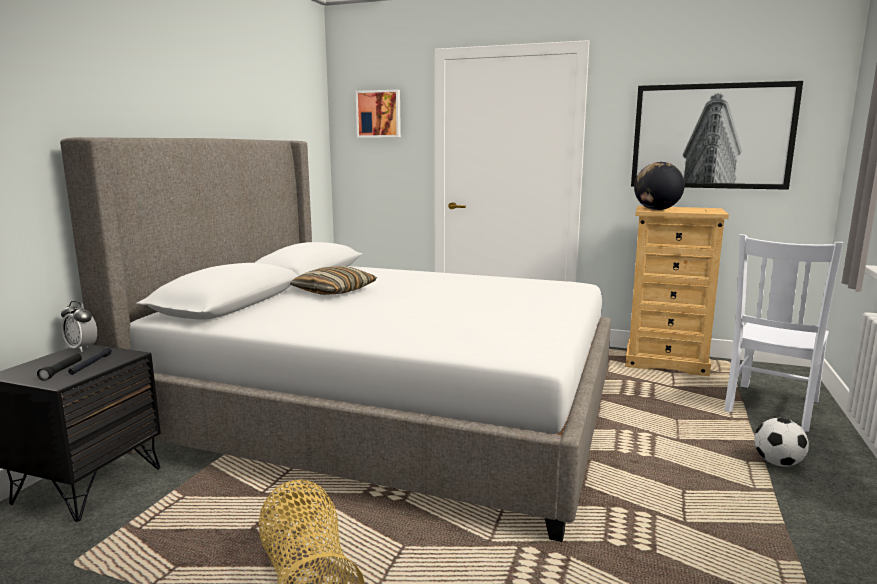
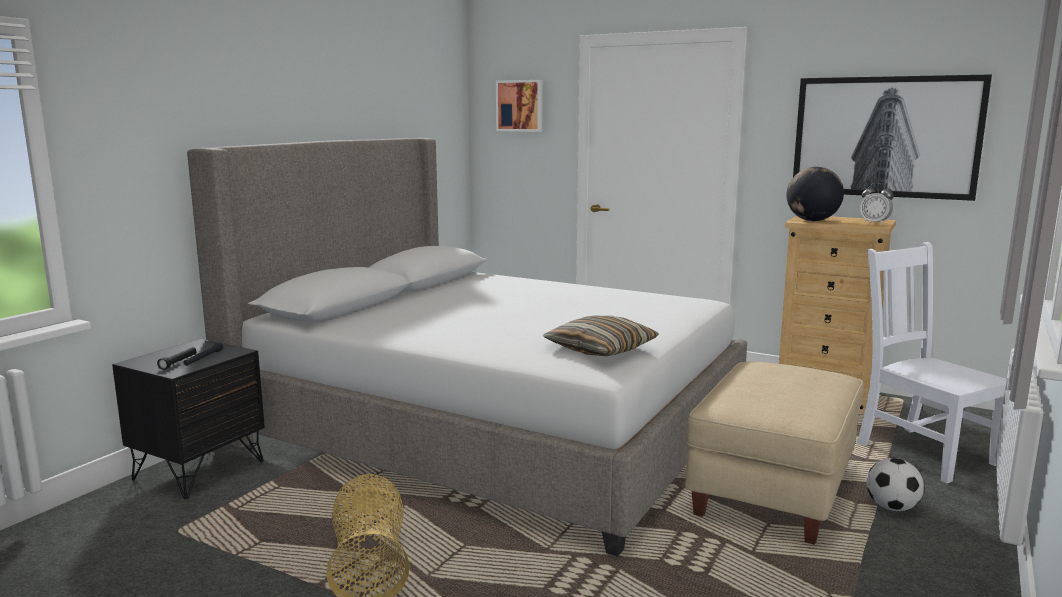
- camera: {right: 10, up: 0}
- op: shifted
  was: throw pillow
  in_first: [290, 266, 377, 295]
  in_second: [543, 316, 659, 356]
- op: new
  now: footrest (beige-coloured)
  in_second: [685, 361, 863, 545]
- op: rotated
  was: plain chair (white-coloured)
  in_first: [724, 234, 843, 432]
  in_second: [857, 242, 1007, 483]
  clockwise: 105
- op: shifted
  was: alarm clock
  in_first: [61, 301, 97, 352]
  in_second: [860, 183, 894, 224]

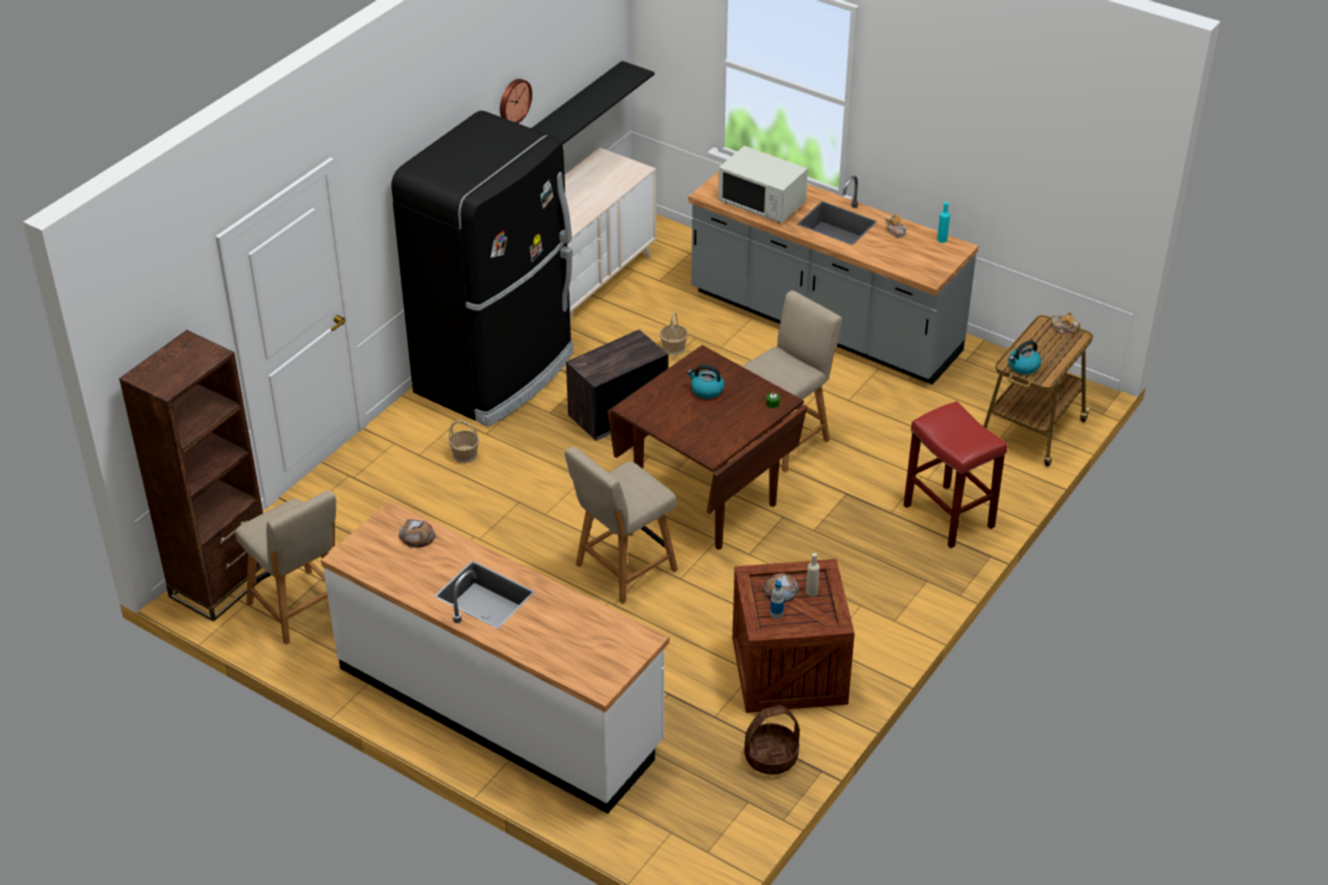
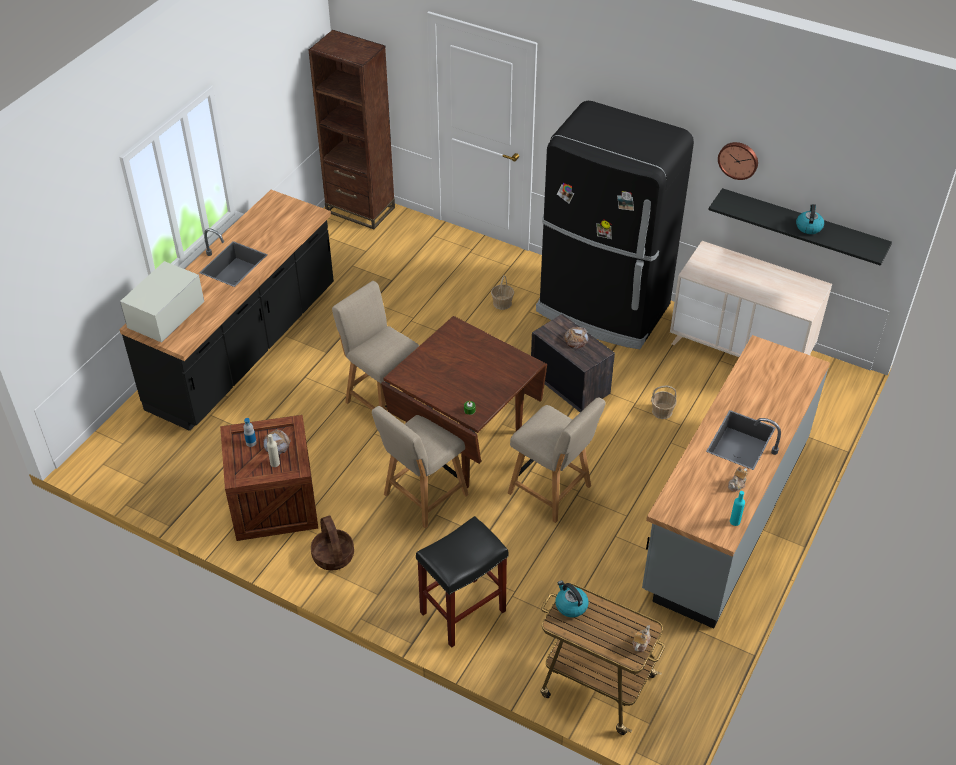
- camera: {right: 85, up: 5}
- op: repainted
  was: kitchen counter (white-coloured)
  now: kitchen counter (black)
  in_first: [321, 500, 669, 814]
  in_second: [120, 190, 334, 431]
- op: shifted
  was: microwave (white-coloured)
  in_first: [718, 146, 808, 224]
  in_second: [120, 261, 204, 343]
- op: shifted
  was: storage basket
  in_first: [744, 705, 800, 775]
  in_second: [311, 515, 354, 570]
- op: shifted
  was: plain chair (beige-coloured)
  in_first: [235, 490, 336, 645]
  in_second: [372, 406, 469, 528]
- op: repainted
  was: stool seat (red)
  now: stool seat (black)
  in_first: [904, 401, 1007, 548]
  in_second: [416, 516, 508, 648]
- op: shifted
  was: baked bread
  in_first: [398, 519, 436, 548]
  in_second: [563, 327, 589, 349]
- op: shifted
  was: kettle
  in_first: [687, 364, 725, 399]
  in_second: [796, 204, 824, 234]

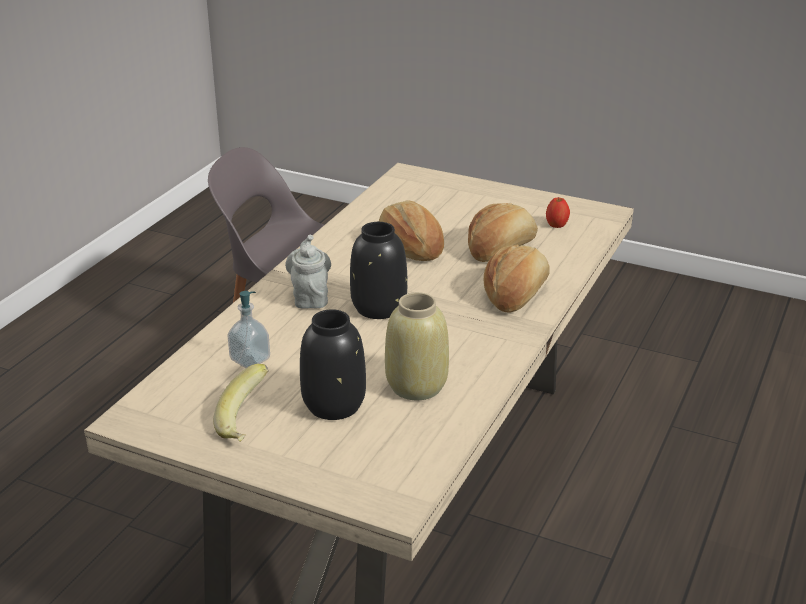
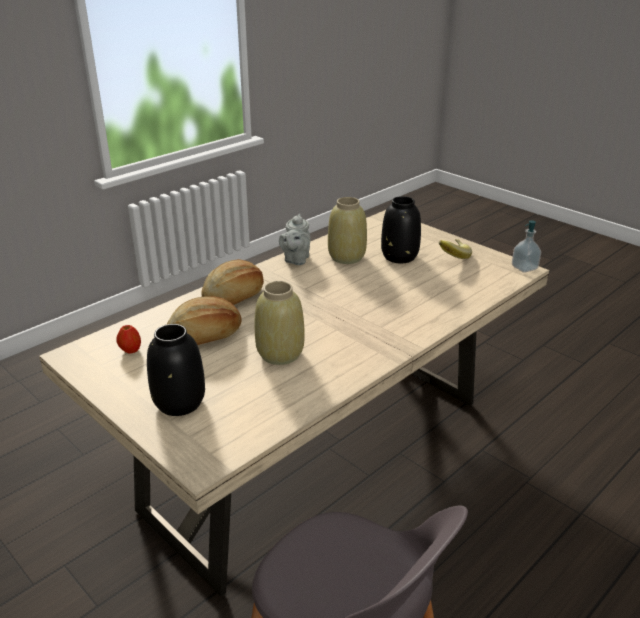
- camera: {right: -160, up: 0}
- op: shifted
  was: decorative vase (black)
  in_first: [350, 222, 408, 319]
  in_second: [147, 324, 205, 416]
- op: swapped
  was: baked bread
  now: decorative vase (beige-coloured)
  in_first: [379, 200, 444, 261]
  in_second: [255, 281, 305, 365]
- op: shifted
  was: pot for tea (greyish)
  in_first: [285, 235, 331, 309]
  in_second: [279, 214, 310, 265]
- op: shifted
  was: soap dispenser
  in_first: [227, 291, 270, 368]
  in_second: [512, 220, 541, 273]

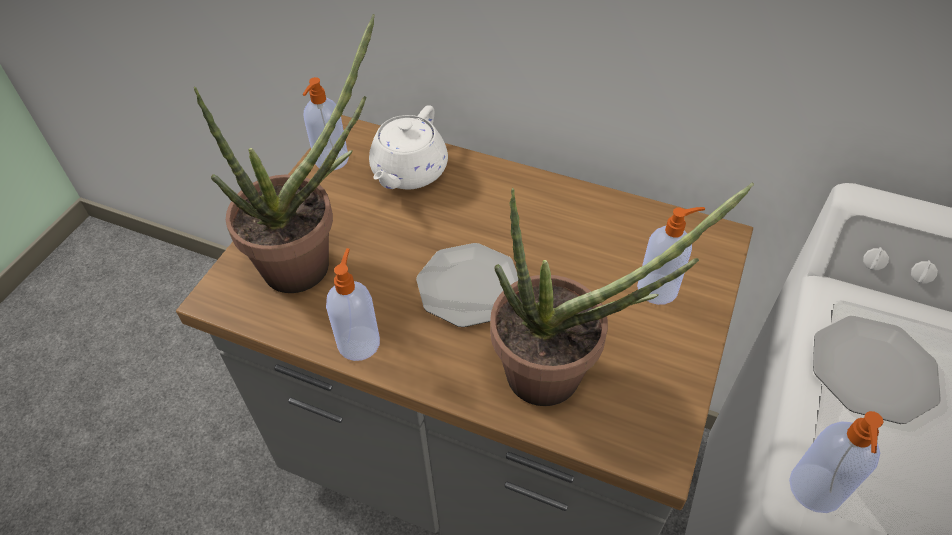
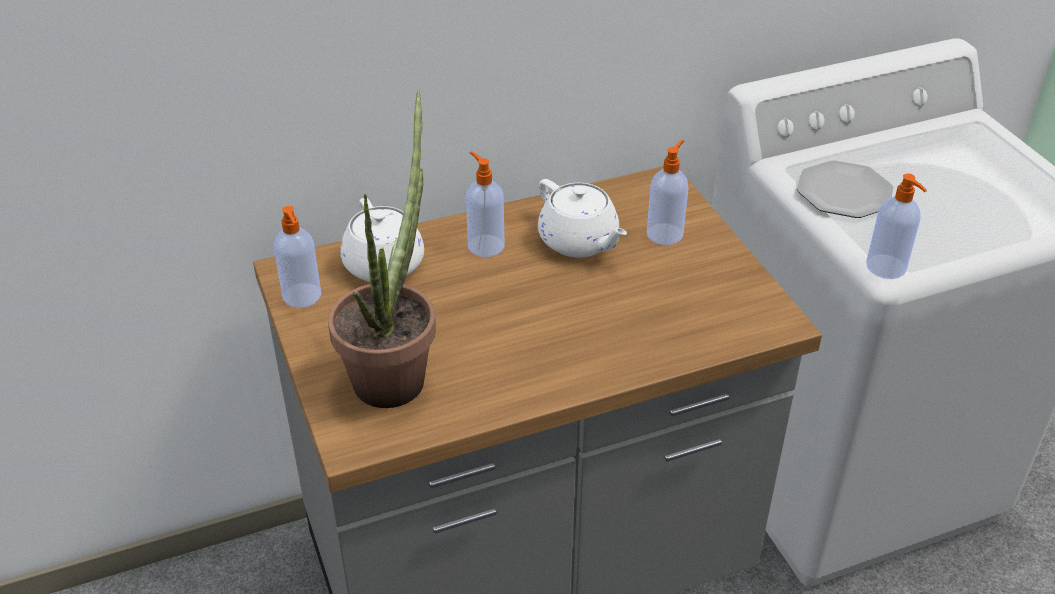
- camera: {right: -45, up: -10}
- op: shifted
  was: soap dispenser
  in_first: [326, 248, 380, 361]
  in_second: [466, 151, 505, 257]
- op: new
  now: pot for tea (white-coloured)
  in_second: [538, 179, 627, 258]
- op: gone
  was: dinner plate
  in_first: [416, 243, 518, 327]
- op: gone
  was: potted plant
  in_first: [490, 183, 754, 406]

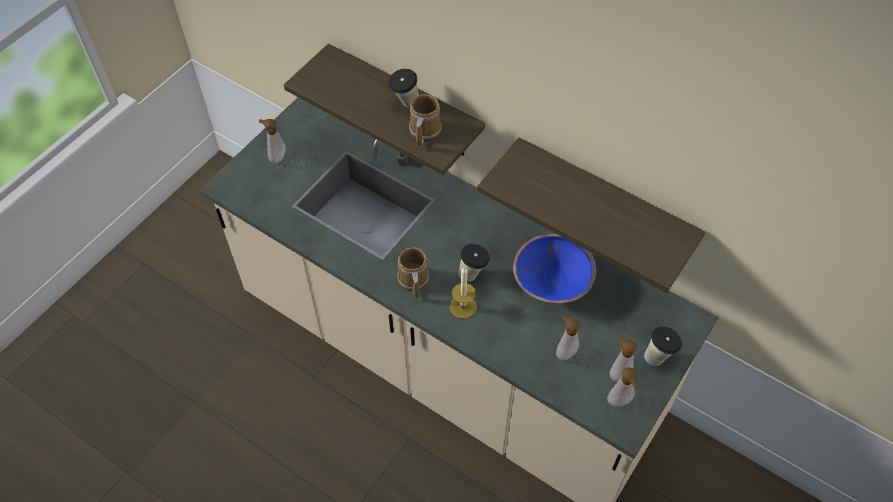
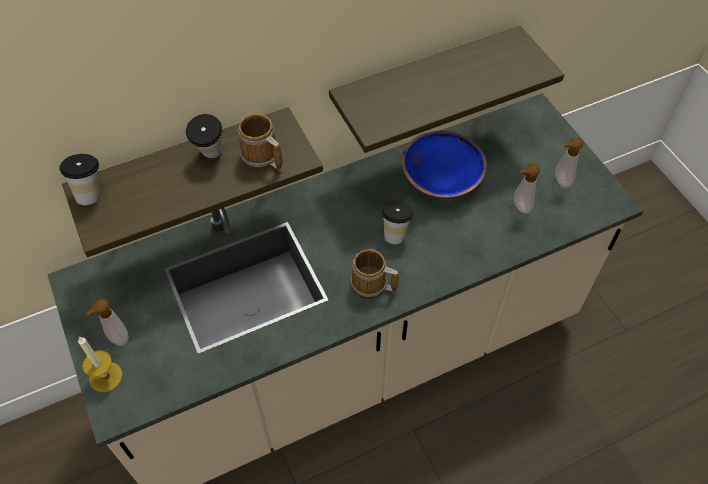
- camera: {right: -60, up: 0}
- op: shifted
  was: drinking cup
  in_first: [644, 327, 682, 366]
  in_second: [59, 154, 99, 205]
- op: shifted
  was: wax candle
  in_first: [450, 266, 477, 319]
  in_second: [78, 337, 123, 392]
- op: gone
  was: soap dispenser
  in_first: [607, 367, 638, 407]

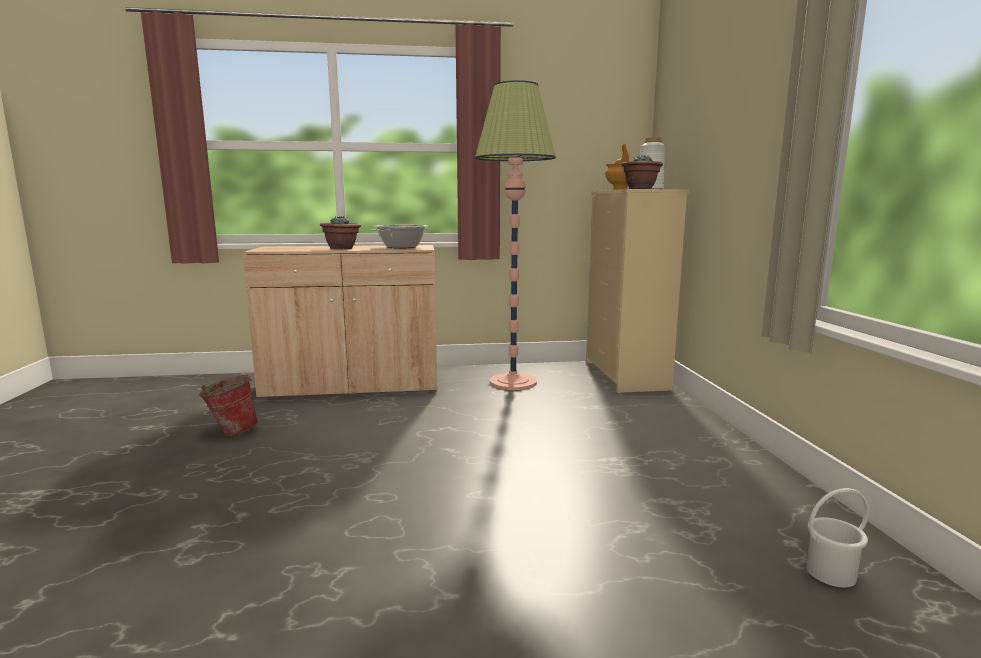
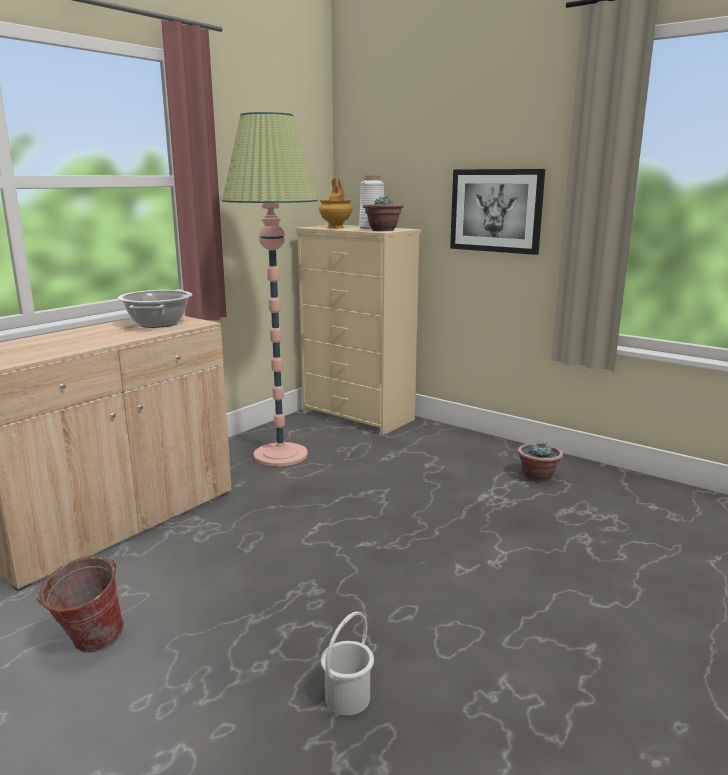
- camera: {right: -45, up: 5}
- op: shifted
  was: water bucket (white-coloured)
  in_first: [806, 488, 869, 588]
  in_second: [321, 611, 374, 715]
- op: new
  now: picture
  in_second: [450, 169, 545, 255]
- op: shifted
  was: potted plant
  in_first: [320, 216, 361, 249]
  in_second: [517, 441, 563, 481]

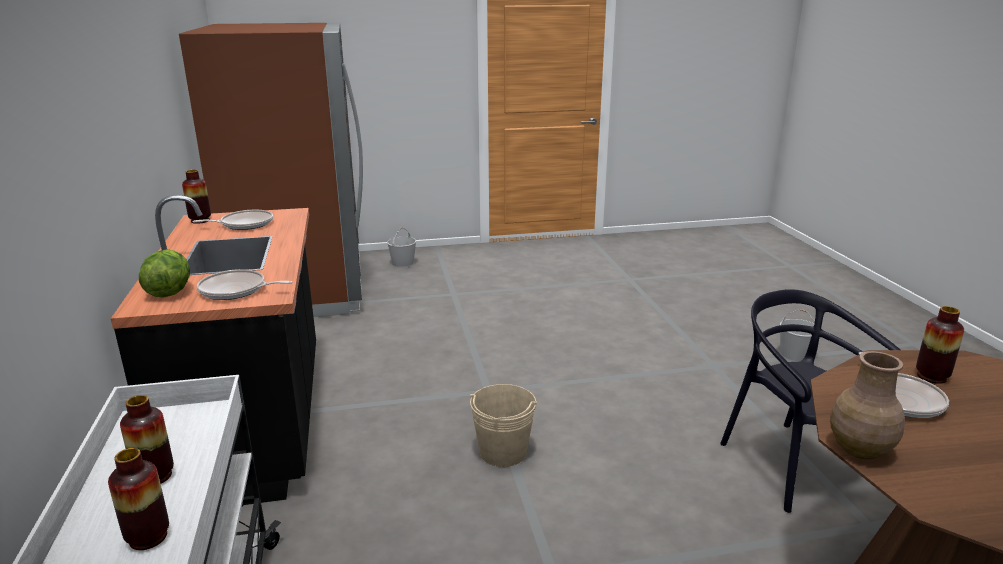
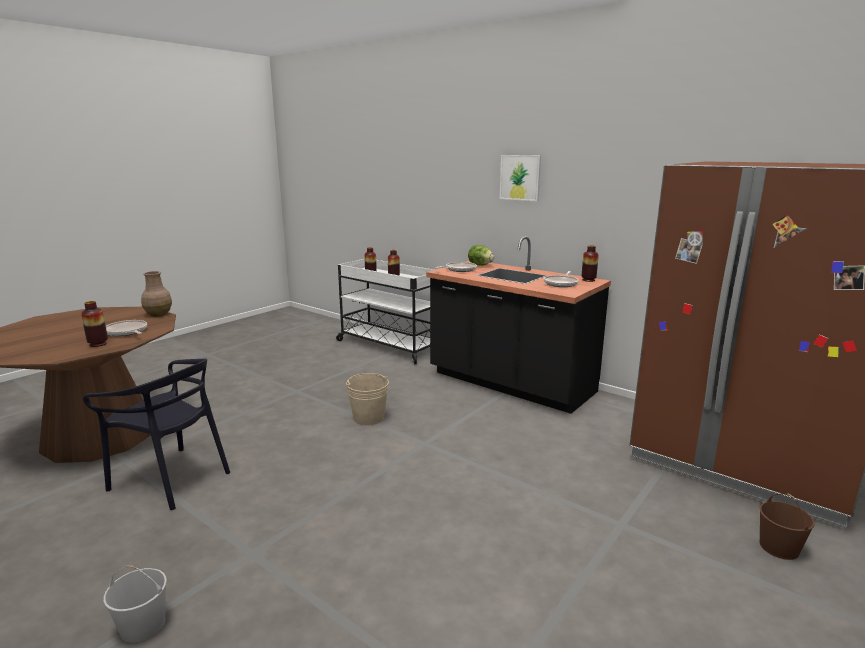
- camera: {right: 140, up: -5}
- op: new
  now: picture
  in_second: [500, 155, 541, 201]
- op: repainted
  was: water bucket (white-coloured)
  now: water bucket (brownish)
  in_first: [387, 227, 416, 268]
  in_second: [759, 493, 815, 560]

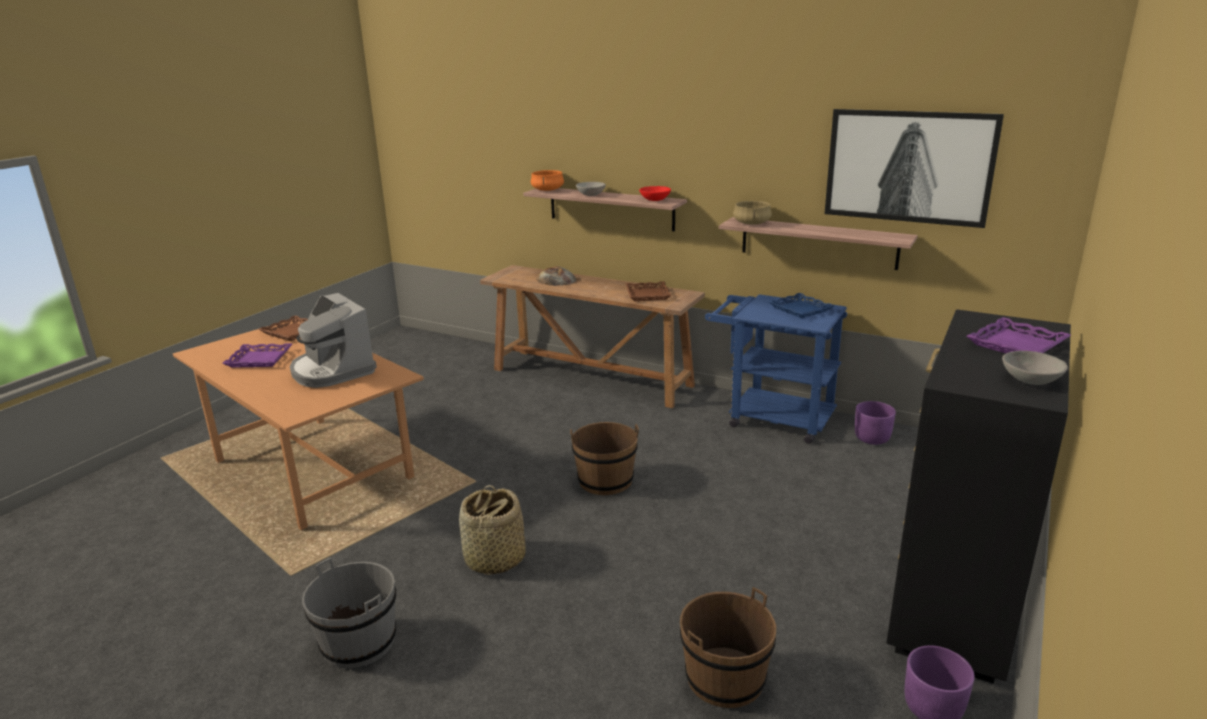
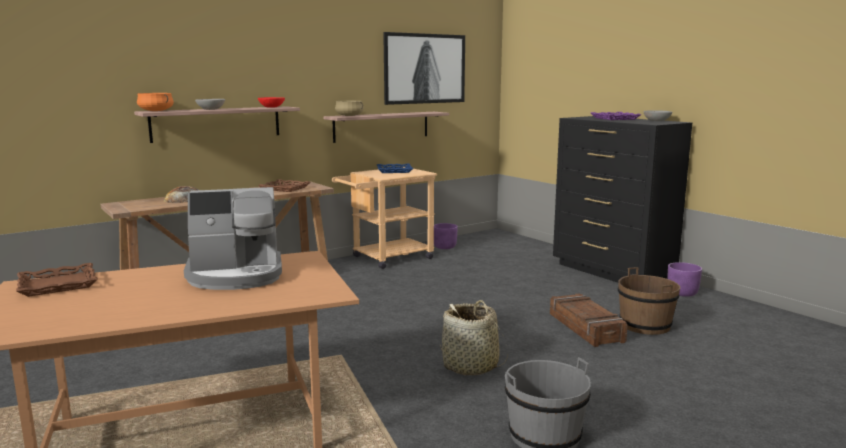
- camera: {right: -65, up: -10}
- op: repainted
  was: cart (bluish)
  now: cart (beige-coloured)
  in_first: [705, 294, 847, 444]
  in_second: [332, 167, 437, 269]
- op: new
  now: shipping crate
  in_second: [550, 294, 628, 347]
- op: gone
  was: carrying tray (purple-coloured)
  in_first: [222, 343, 292, 368]
- op: gone
  was: water bucket (brownish)
  in_first: [570, 422, 639, 495]

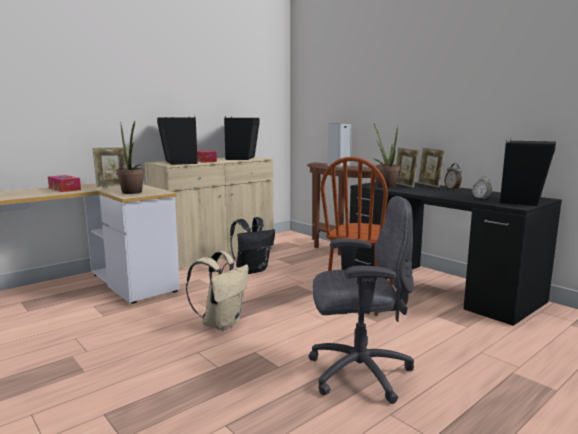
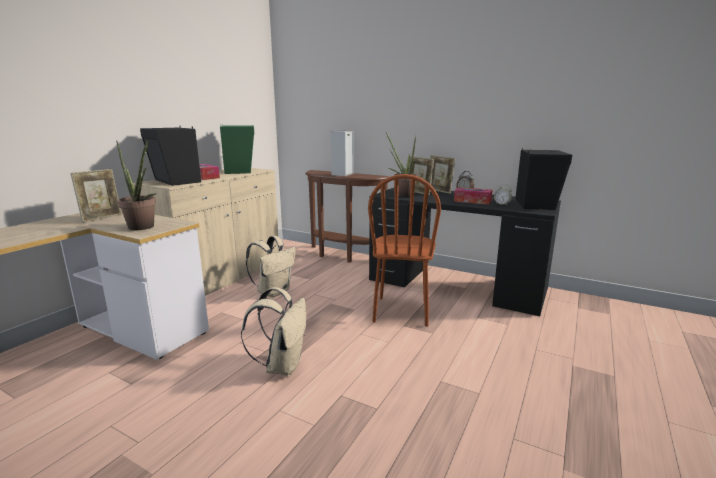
- camera: {right: -20, up: 5}
- op: repainted
  was: audio speaker (black)
  now: audio speaker (green-coloured)
  in_first: [224, 116, 260, 160]
  in_second: [220, 125, 254, 174]
- op: repainted
  was: backpack (black)
  now: backpack (beige-coloured)
  in_first: [230, 217, 275, 274]
  in_second: [246, 236, 296, 298]
- op: shifted
  was: tissue holder
  in_first: [48, 175, 81, 192]
  in_second: [454, 187, 492, 205]
- op: gone
  was: desk chair (greyish)
  in_first: [308, 196, 414, 404]

